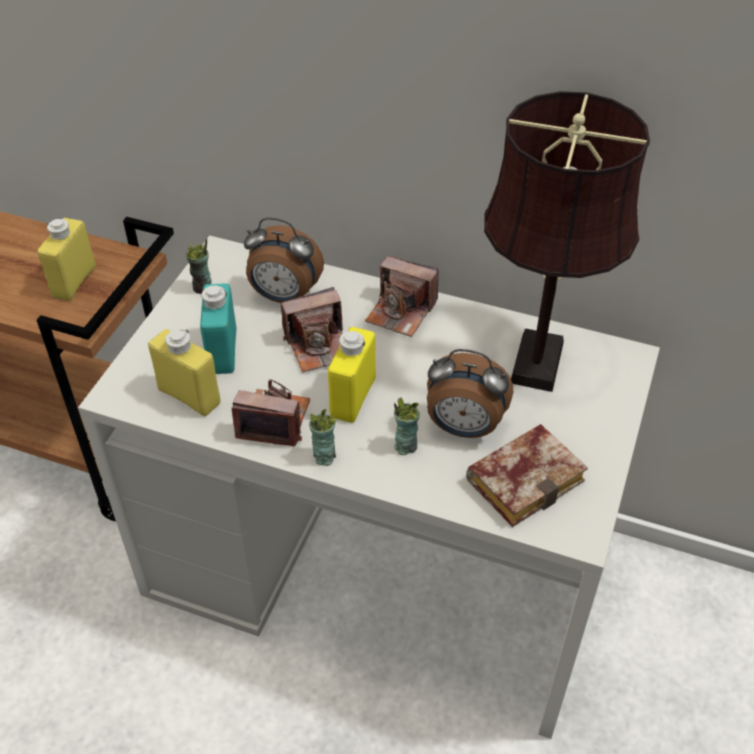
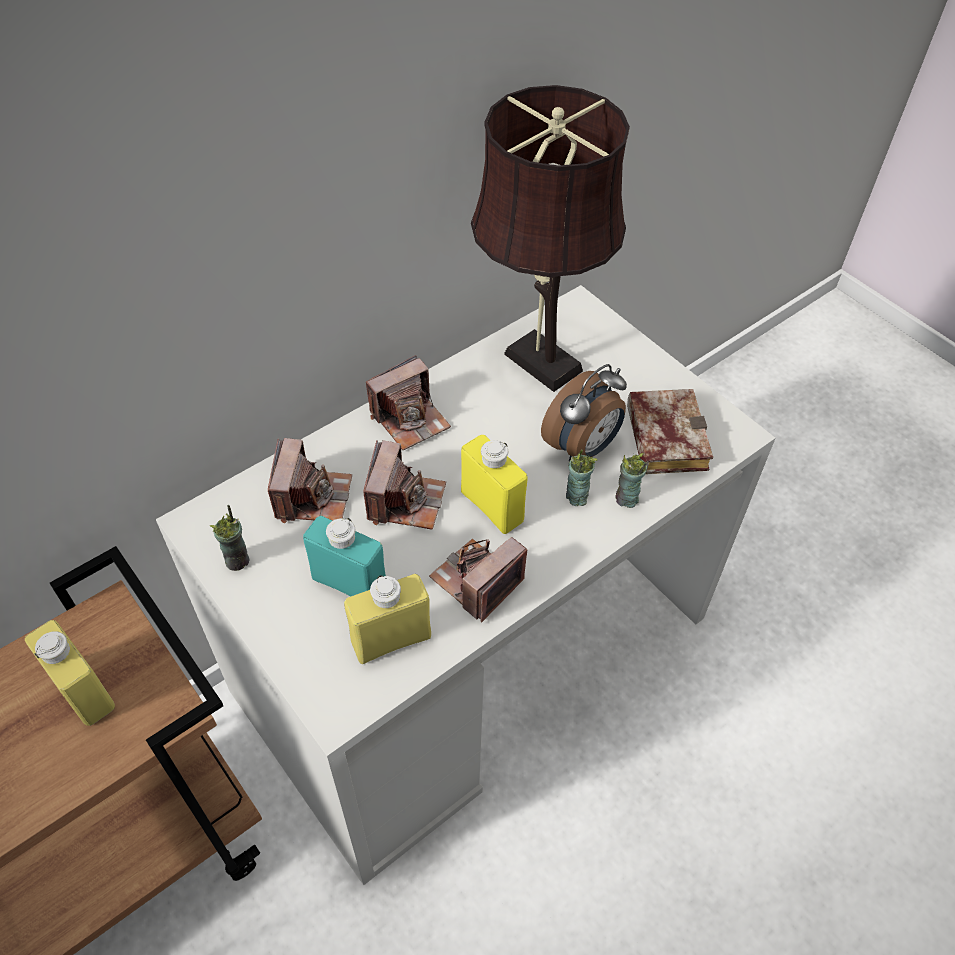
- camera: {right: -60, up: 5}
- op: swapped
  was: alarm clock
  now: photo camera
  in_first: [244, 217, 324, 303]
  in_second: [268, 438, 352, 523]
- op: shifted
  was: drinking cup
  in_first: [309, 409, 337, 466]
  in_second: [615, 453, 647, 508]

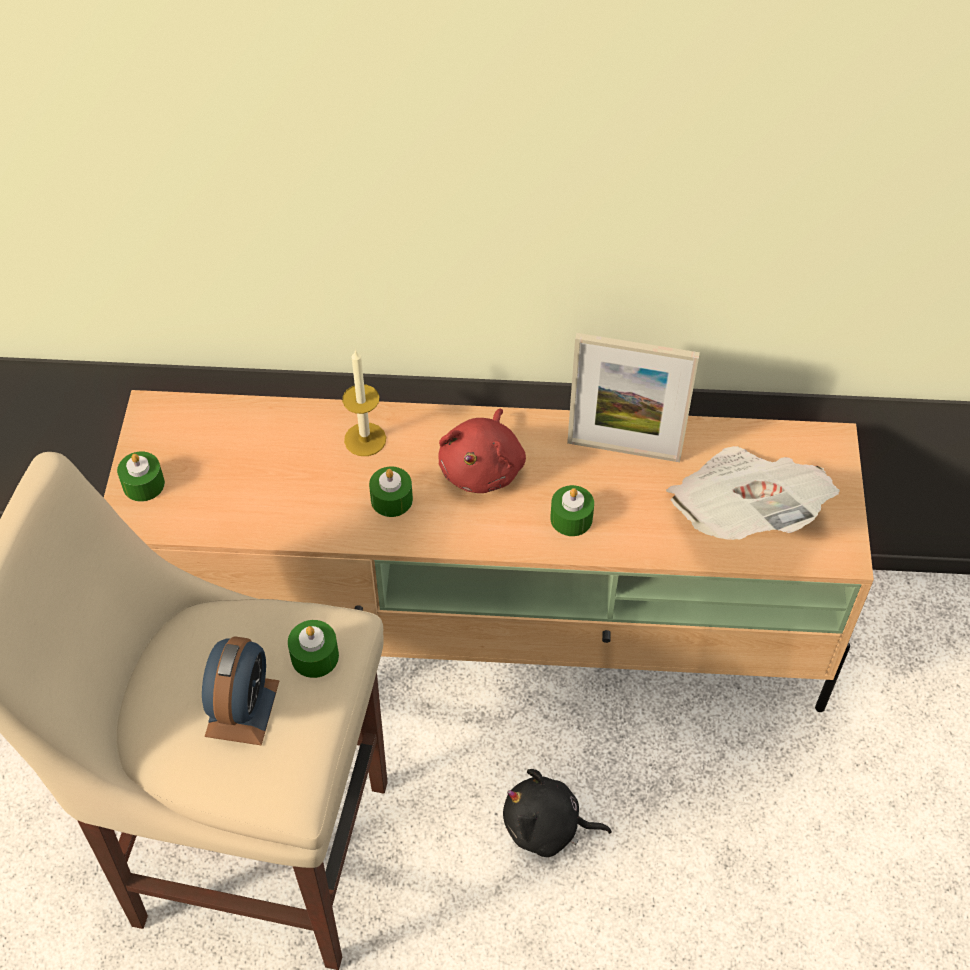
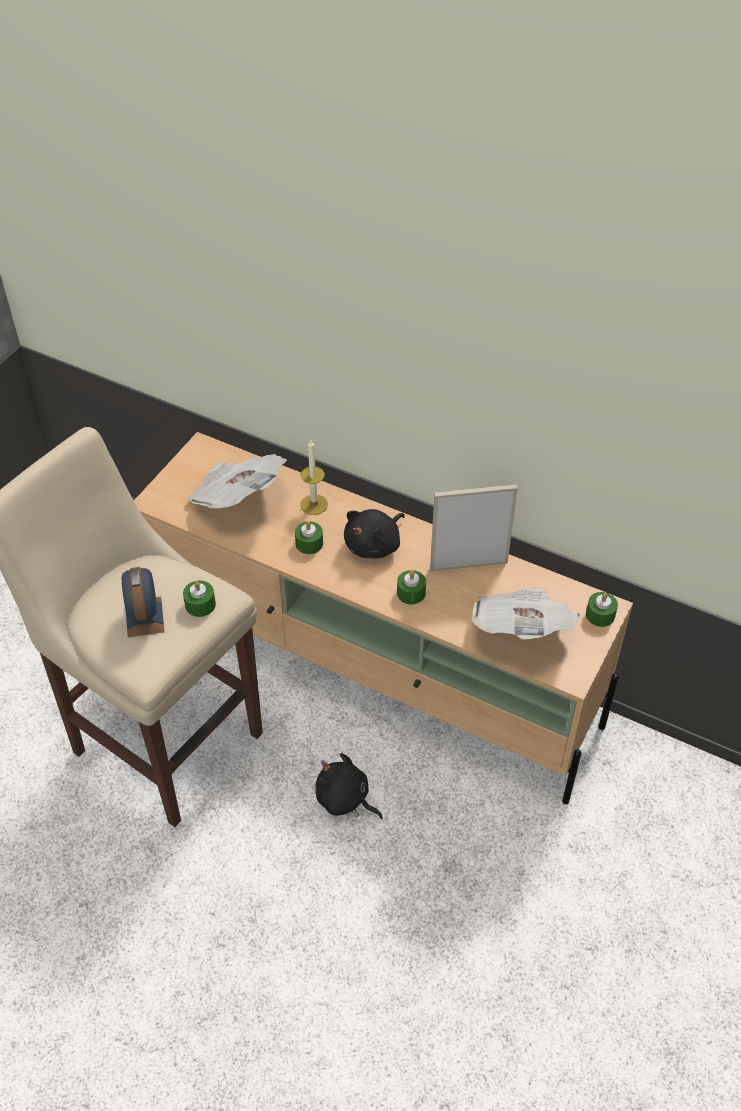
- camera: {right: 25, up: -5}
- op: rotated
  was: alarm clock
  in_first: [202, 636, 279, 746]
  in_second: [122, 567, 164, 637]
  clockwise: 135
- op: new
  now: daily paper
  in_second: [187, 454, 287, 509]
- op: repainted
  was: cuddly toy (red)
  now: cuddly toy (black)
  in_first: [438, 409, 526, 493]
  in_second: [344, 509, 405, 559]
- op: rotated
  was: picture frame
  in_first: [567, 333, 700, 462]
  in_second: [430, 484, 518, 571]
  clockwise: 135
- op: shifted
  was: wax candle (green-coloured)
  in_first: [117, 452, 165, 502]
  in_second: [586, 592, 618, 627]

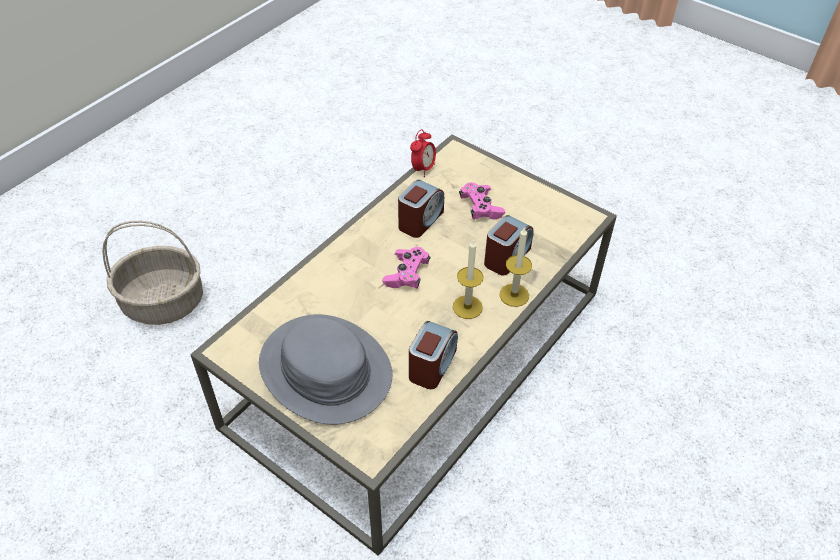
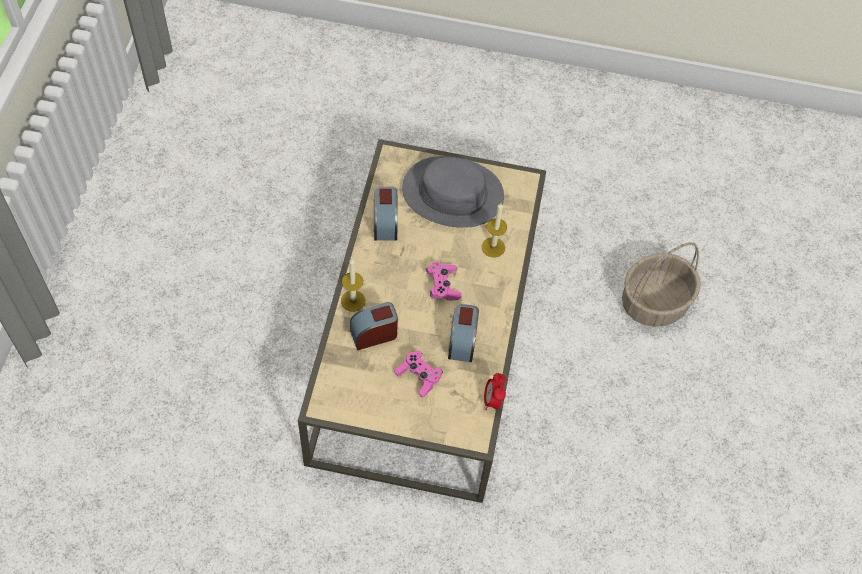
- camera: {right: 150, up: 10}
- op: rotated
  was: alarm clock
  in_first: [484, 215, 534, 275]
  in_second: [350, 302, 398, 351]
  clockwise: 60
- op: shifted
  was: wax candle
  in_first: [453, 239, 484, 319]
  in_second: [482, 203, 507, 258]

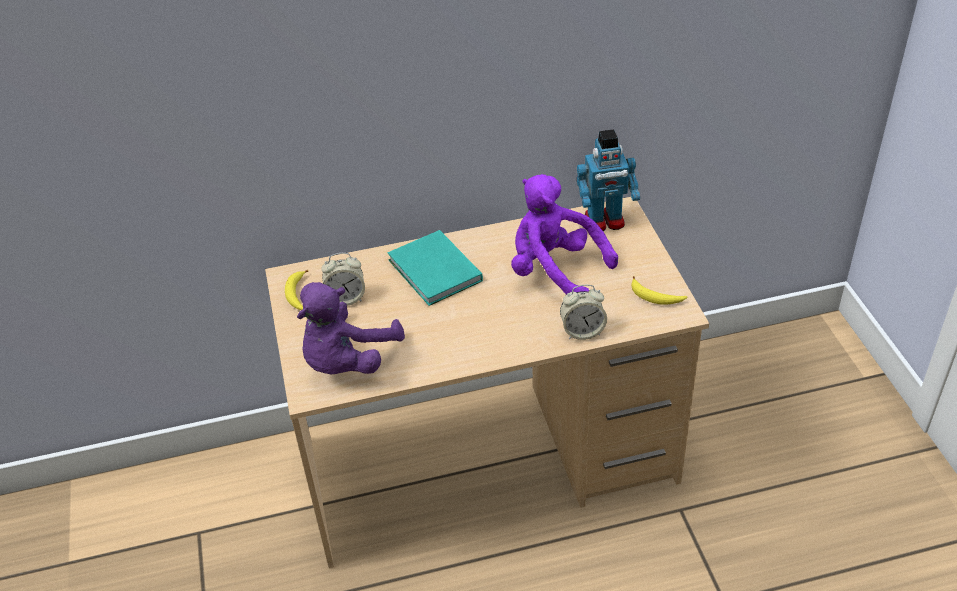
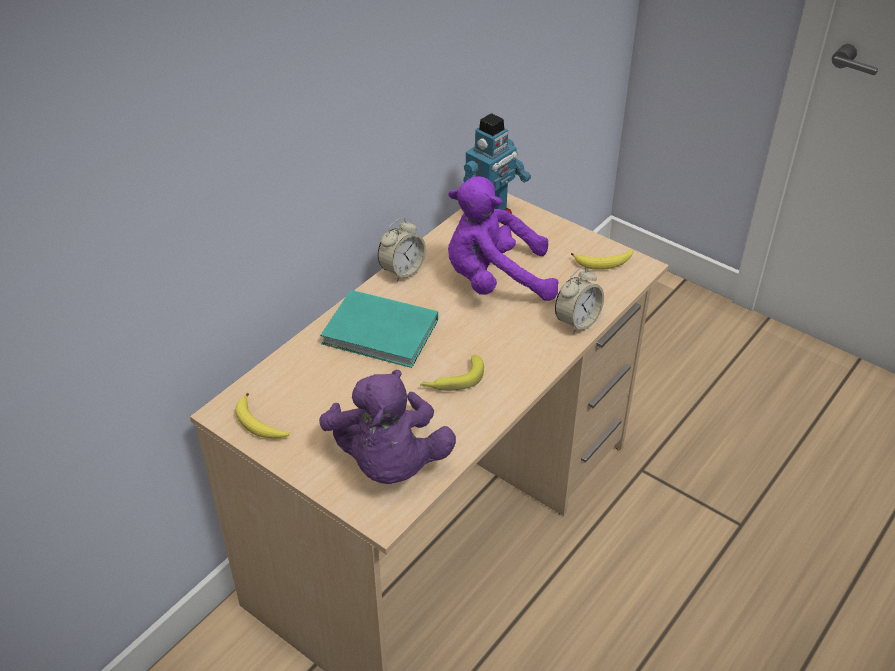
- camera: {right: -40, up: 0}
- op: shifted
  was: alarm clock
  in_first: [321, 253, 365, 306]
  in_second: [378, 217, 426, 282]
- op: new
  now: whole banana
  in_second: [420, 355, 484, 391]

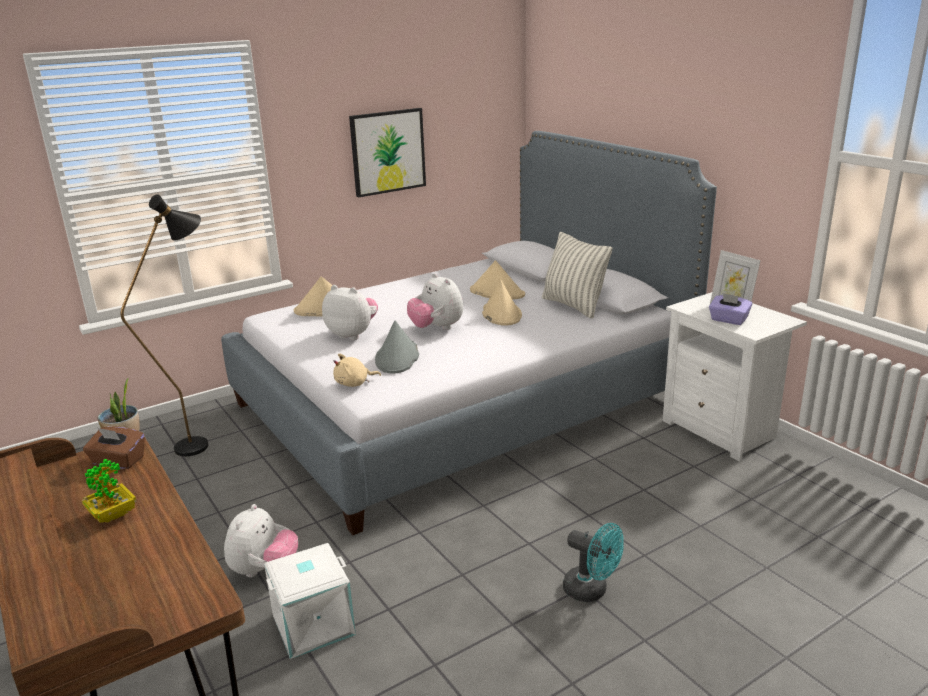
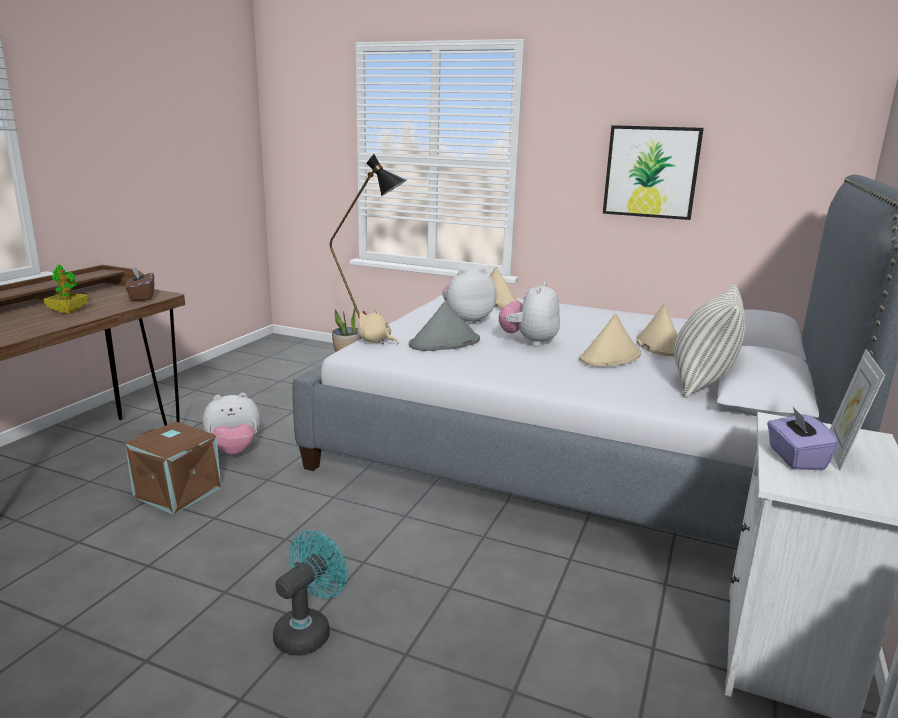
- camera: {right: 55, up: -5}
- op: repainted
  was: storage container (white-coloured)
  now: storage container (brownish)
  in_first: [264, 543, 356, 659]
  in_second: [125, 421, 221, 514]
- op: rotated
  was: electric fan (blue-green)
  in_first: [563, 523, 624, 602]
  in_second: [273, 531, 348, 655]
  clockwise: -150
- op: rotated
  was: cuddly toy
  in_first: [322, 285, 378, 340]
  in_second: [442, 268, 497, 325]
  clockwise: -105

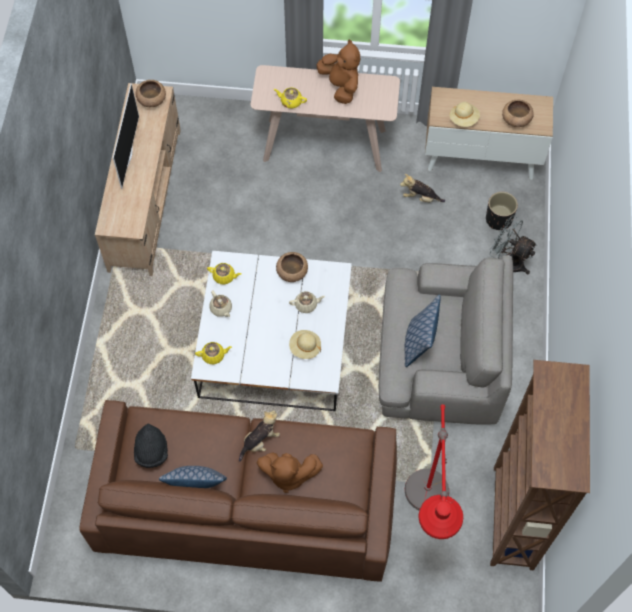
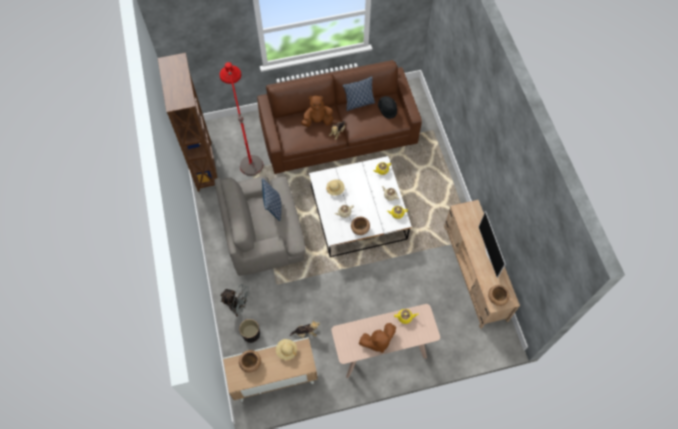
- camera: {right: 160, up: 0}
- op: rotated
  was: cuddly toy (brownish)
  in_first: [316, 39, 360, 104]
  in_second: [359, 323, 396, 353]
  clockwise: -60

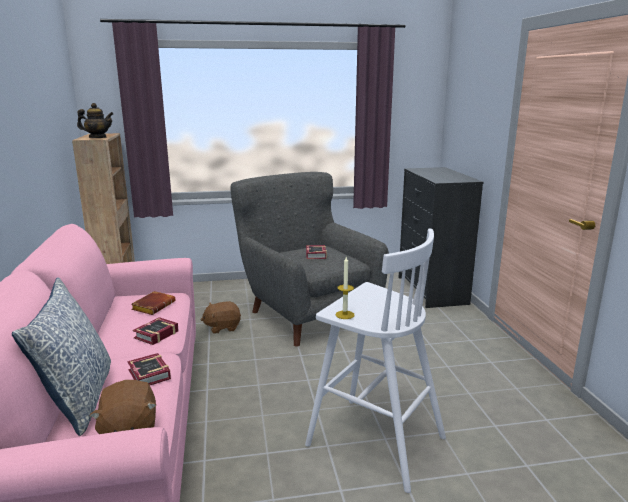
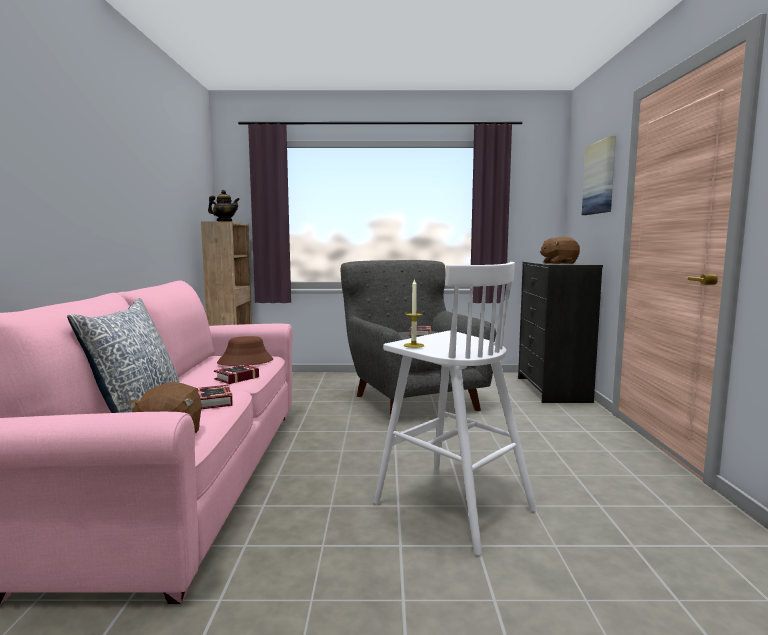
- camera: {right: 10, up: -10}
- op: swapped
  was: volume (brownish)
  now: hat (brownish)
  in_first: [131, 291, 175, 315]
  in_second: [217, 336, 273, 366]
- op: shifted
  was: cuddly toy (brownish)
  in_first: [201, 301, 241, 334]
  in_second: [540, 237, 580, 264]
- op: new
  now: picture
  in_second: [582, 136, 616, 215]

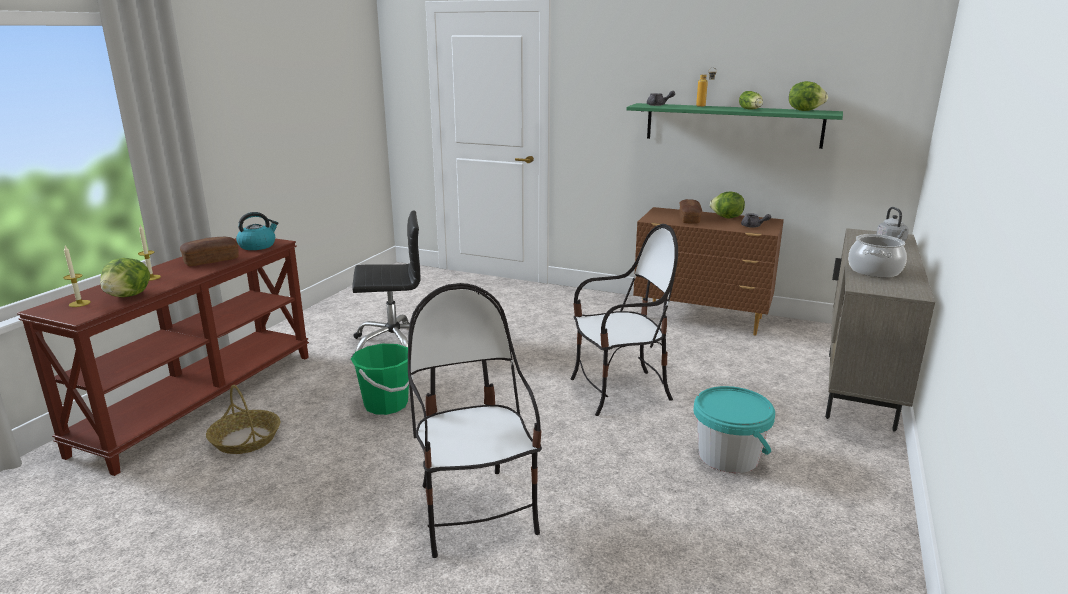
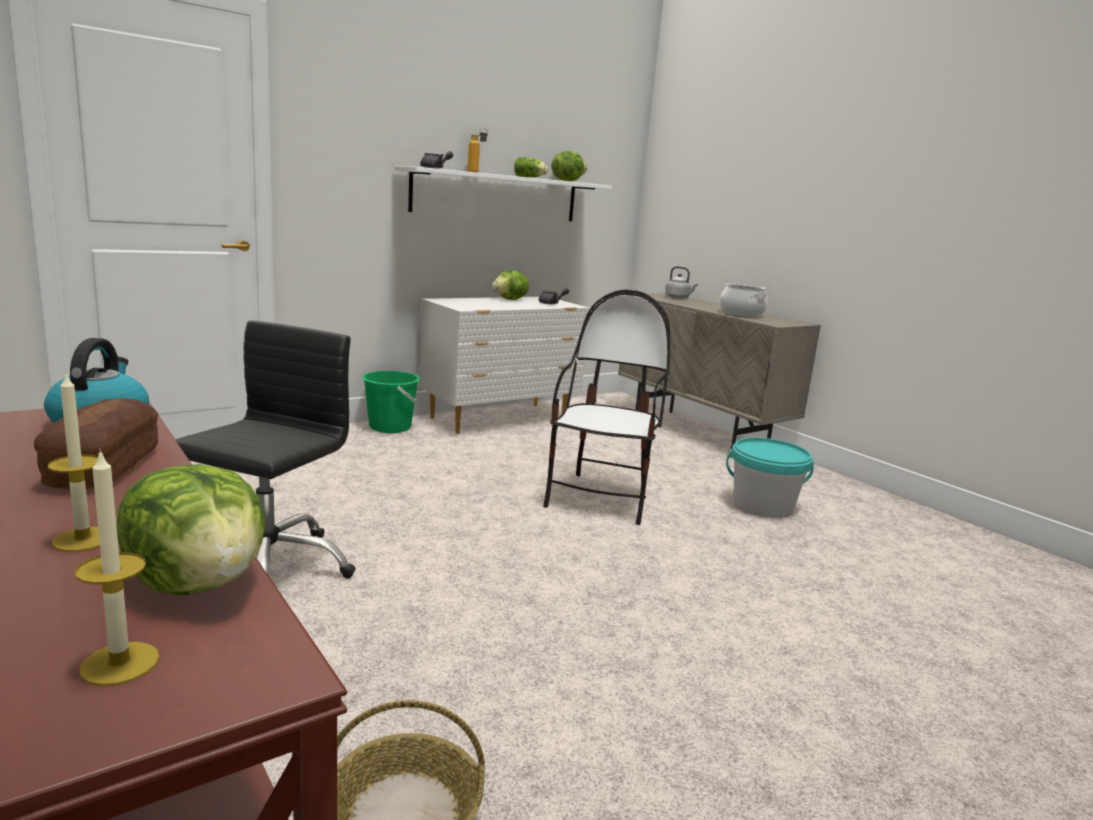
- camera: {right: -60, up: -5}
- op: shifted
  was: water bucket (green-coloured)
  in_first: [351, 344, 413, 415]
  in_second: [362, 371, 421, 433]
- op: repainted
  was: bracket shelf (green-coloured)
  now: bracket shelf (white-coloured)
  in_first: [626, 103, 843, 149]
  in_second: [394, 166, 612, 221]
- op: repainted
  was: drawer chest (brownish)
  now: drawer chest (white-coloured)
  in_first: [633, 207, 784, 335]
  in_second: [419, 297, 590, 434]
- op: gone
  was: plain chair
  in_first: [408, 283, 542, 558]
- op: gone
  was: baked bread
  in_first: [679, 199, 702, 224]

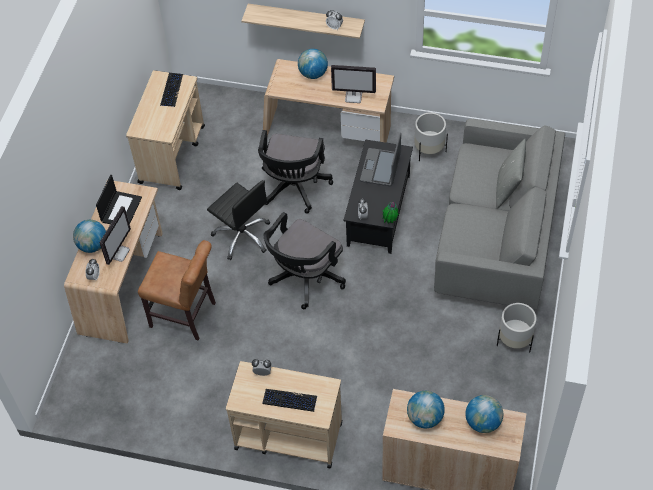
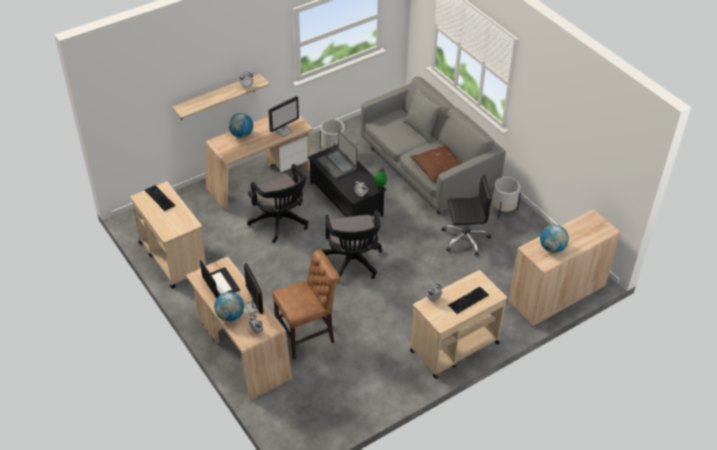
- camera: {right: -50, up: -10}
- op: new
  now: throw pillow (brownish)
  in_second: [410, 144, 462, 181]
- op: shifted
  was: desk chair (black)
  in_first: [207, 180, 270, 260]
  in_second: [442, 175, 492, 256]
- op: gone
  was: world globe
  in_first: [465, 395, 503, 433]

